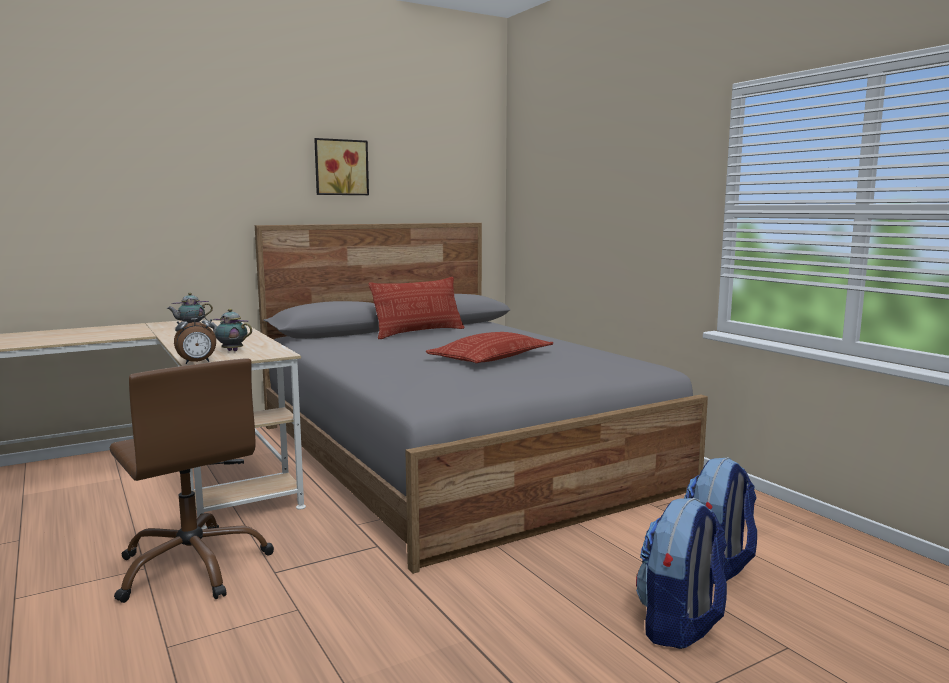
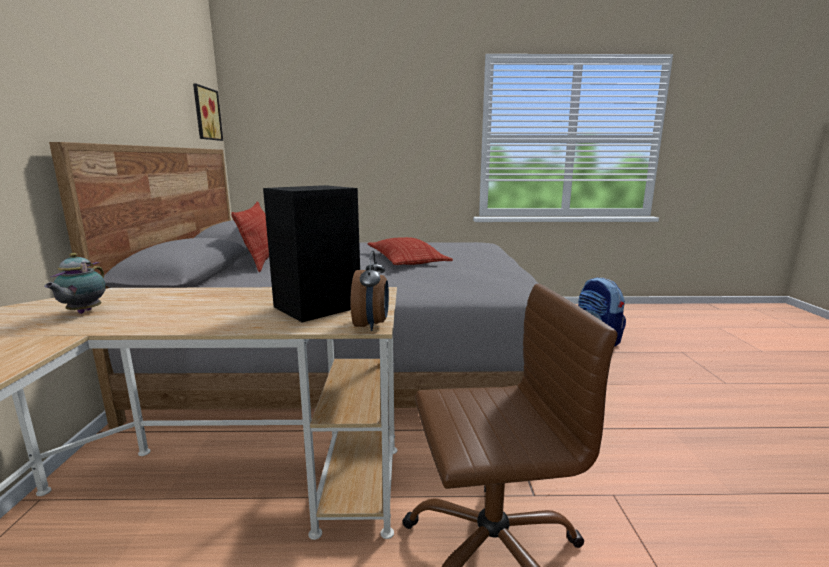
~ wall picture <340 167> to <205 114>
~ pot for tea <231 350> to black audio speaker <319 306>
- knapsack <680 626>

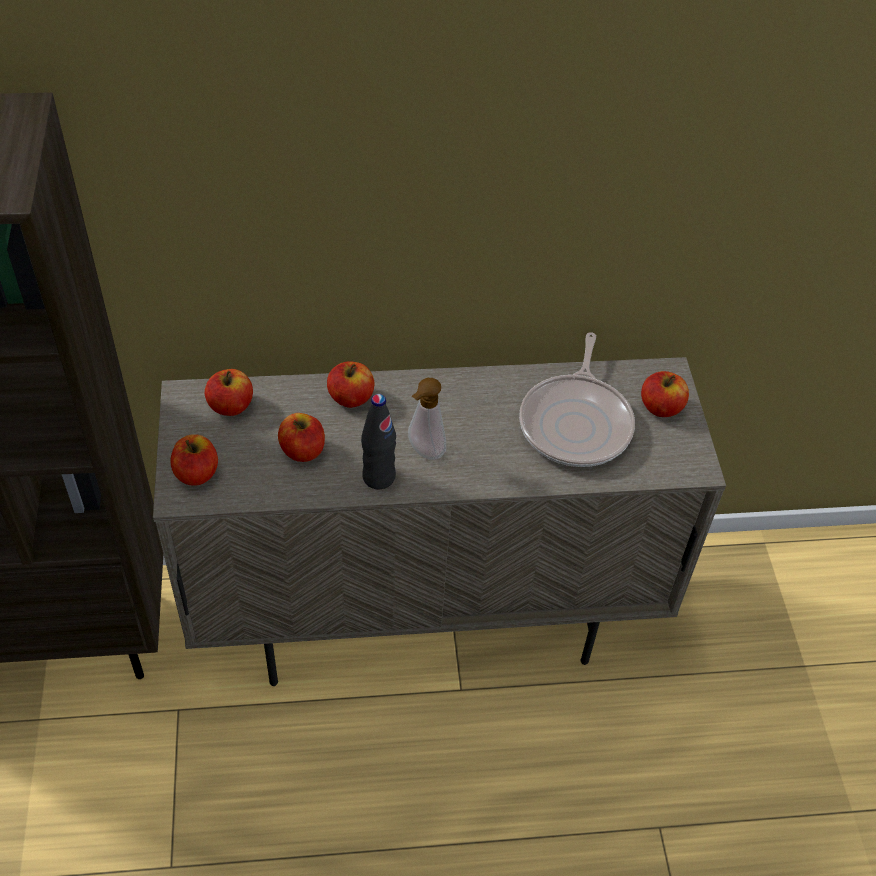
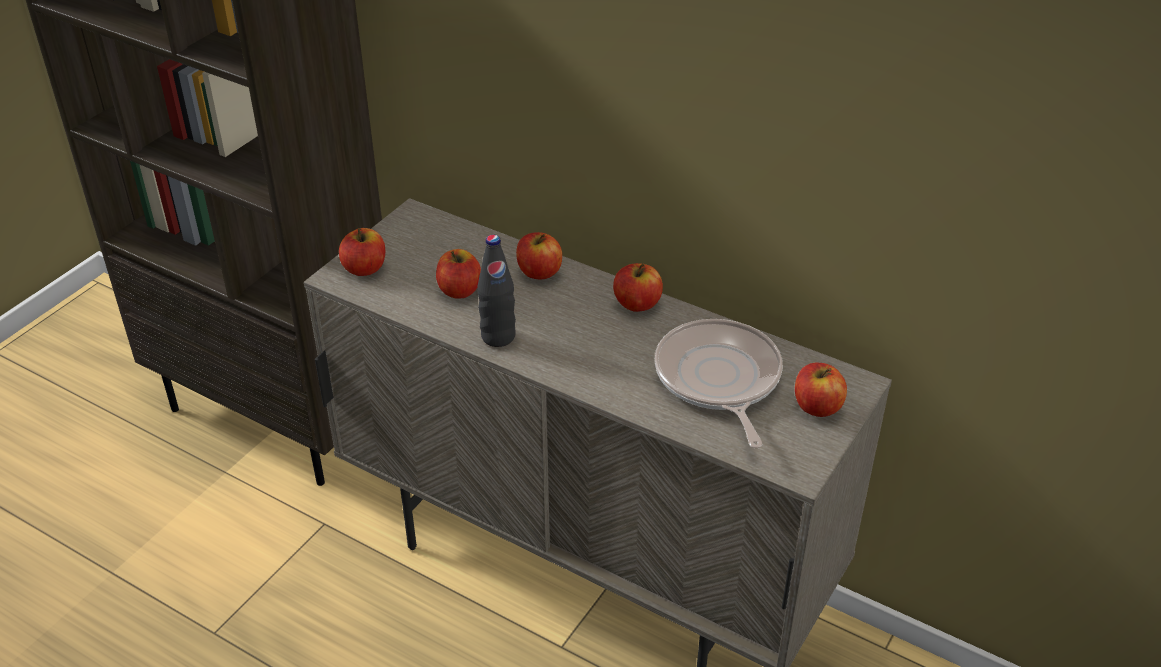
~ whole apple <231 406> to <637 303>
~ pan <577 422> = <718 380> 120 degrees clockwise
- soap bottle <424 452>

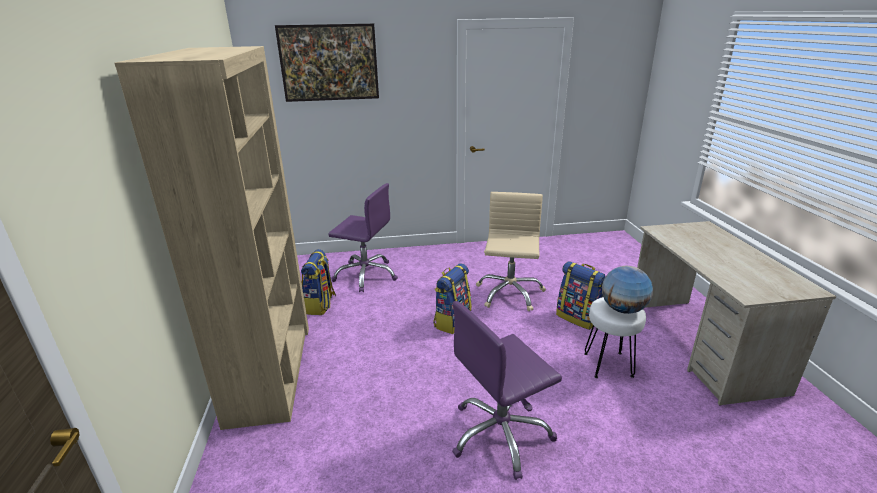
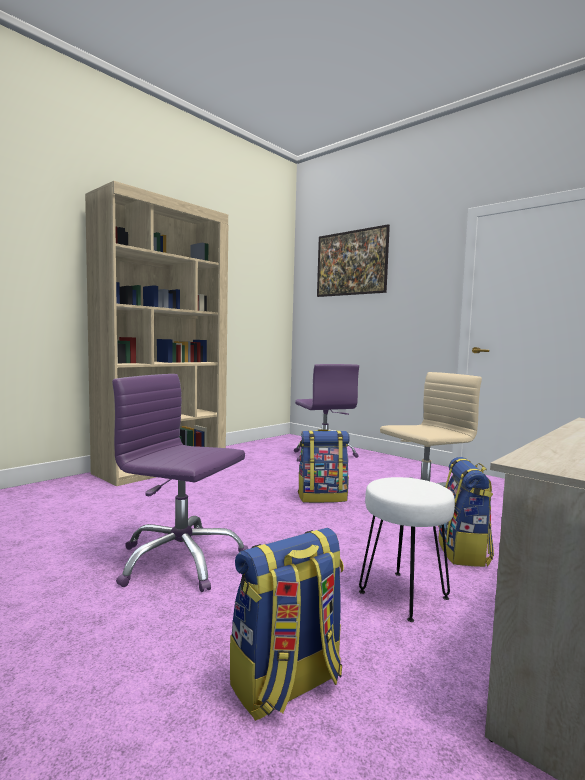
~ knapsack <320 305> to <287 685>
- globe <622 309>

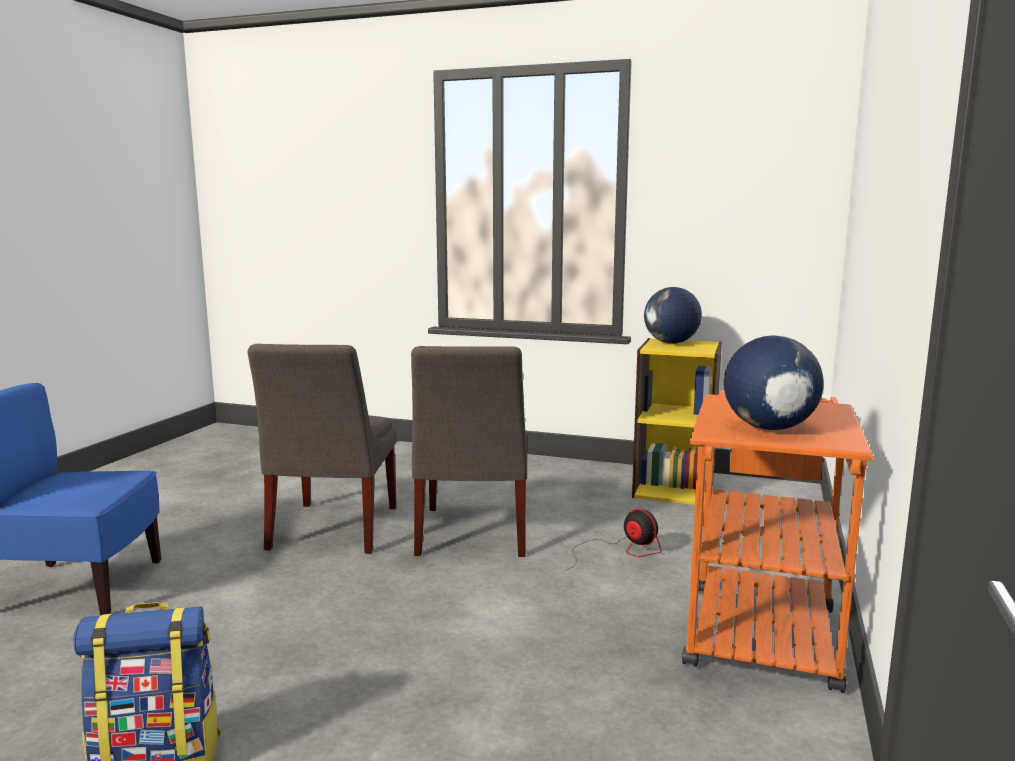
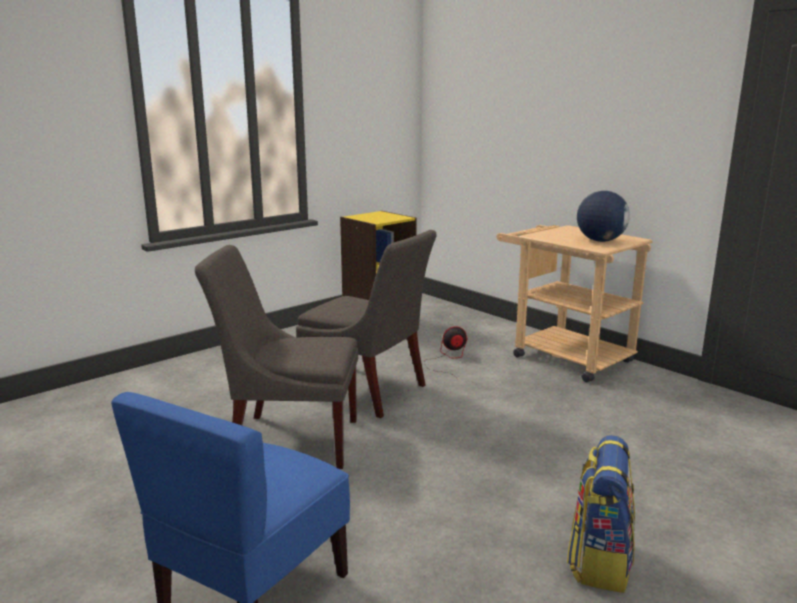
~ grey upright chair <331 530> = <288 440> 150 degrees clockwise
~ orange-coloured cart <761 626> to sand-coloured cart <563 356>
- globe <671 343>

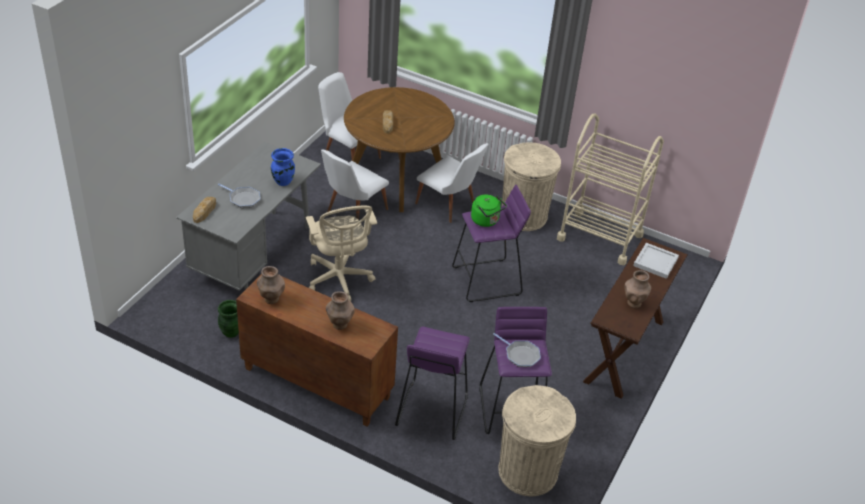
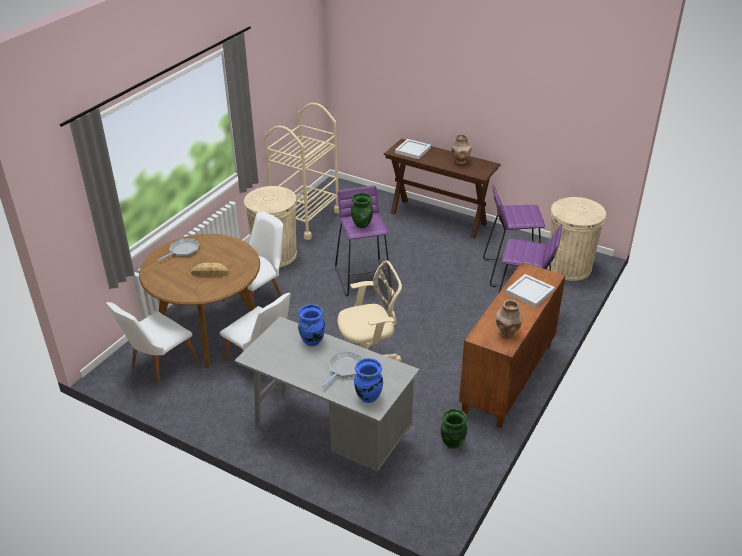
~ pan <520 355> to <183 251>
~ greenish water kettle <486 221> to greenish vase <362 224>
~ bakery bread <205 211> to blue-coloured vase <368 397>
~ brown vase <339 324> to white-coloured carrying tray <529 292>

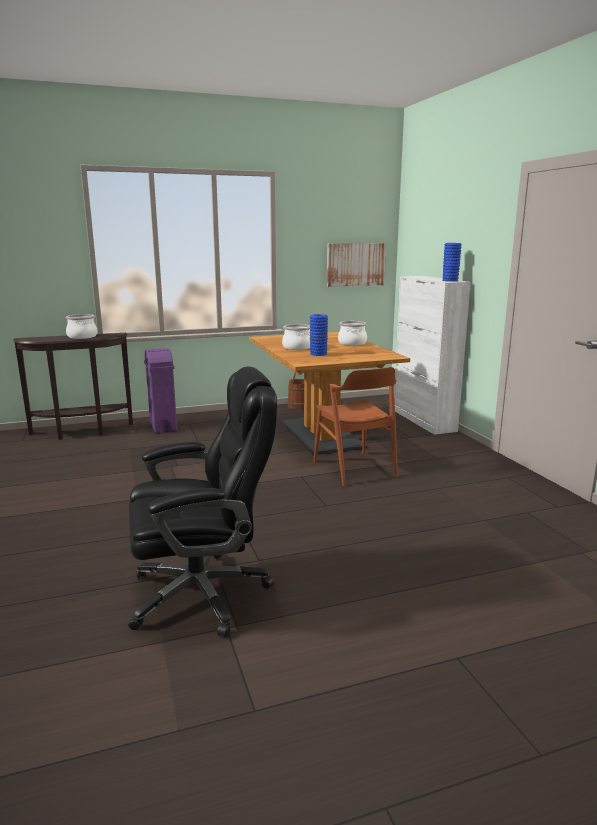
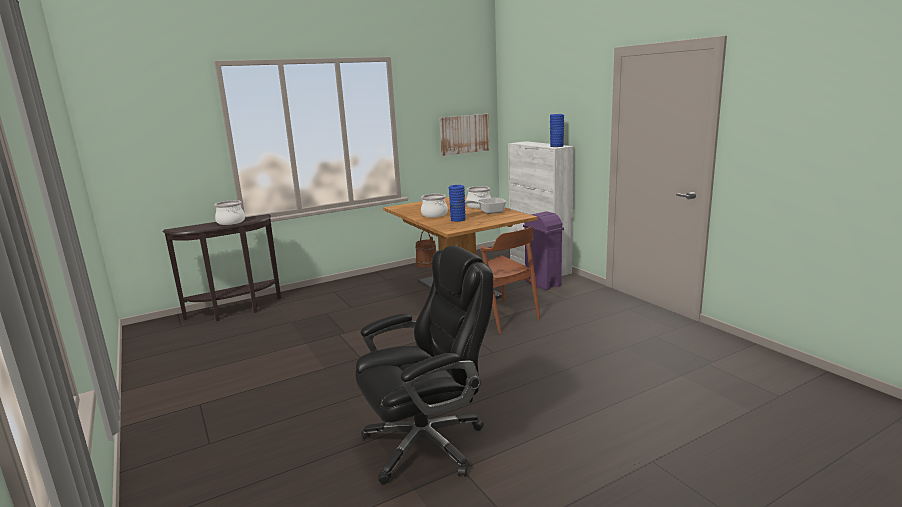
+ pan <488 212>
~ purple-coloured rubbish bin <163 426> to <542 283>

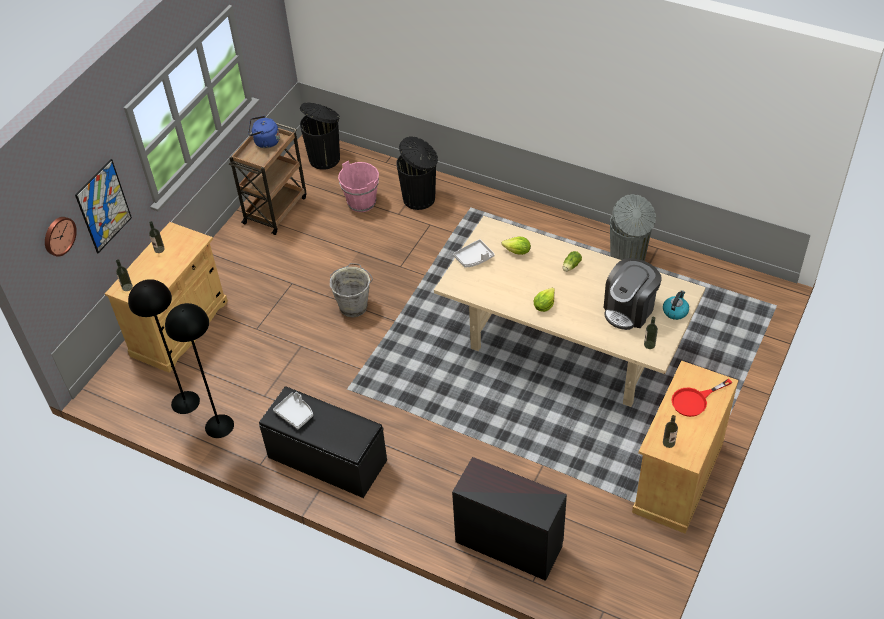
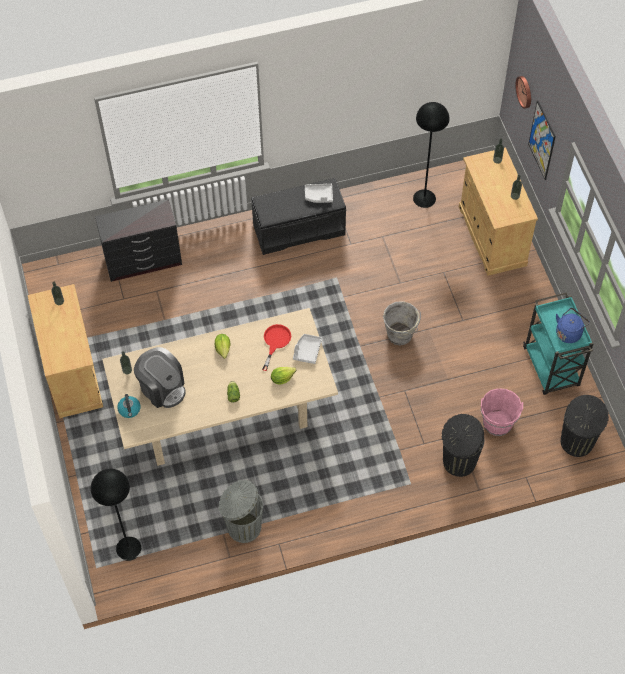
~ black standard lamp <219 426> to <128 548>
~ coffee machine <629 309> = <162 388> 135 degrees clockwise
~ red pan <694 400> to <275 342>
~ brown cart <276 209> to blue-green cart <551 368>

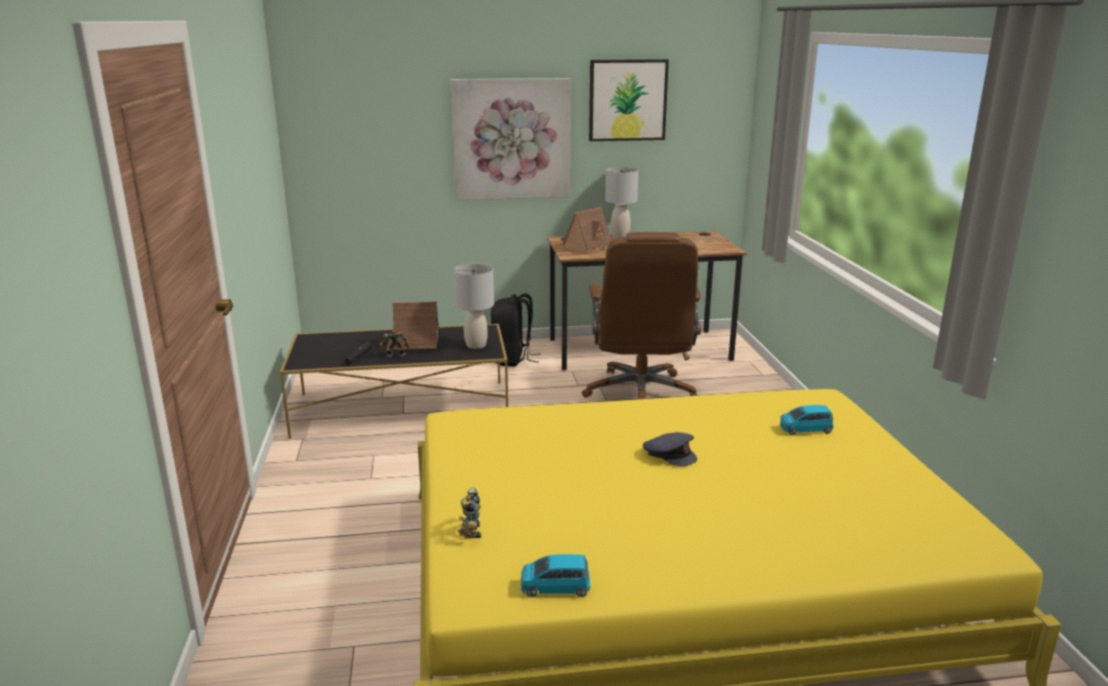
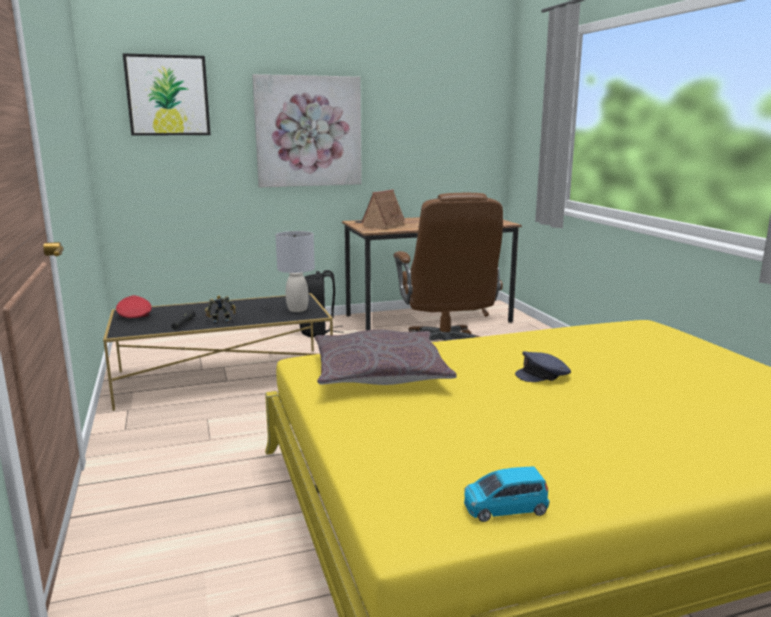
+ red cap <134 316>
~ wall picture <627 100> to <168 95>
+ grey throw pillow <379 373>
~ grey cap <670 454> = <543 375> 135 degrees clockwise
- miniature house <413 343>
- model robot <469 531>
- grey lamp for a table <620 236>
- blue-coloured miniature car <805 429>

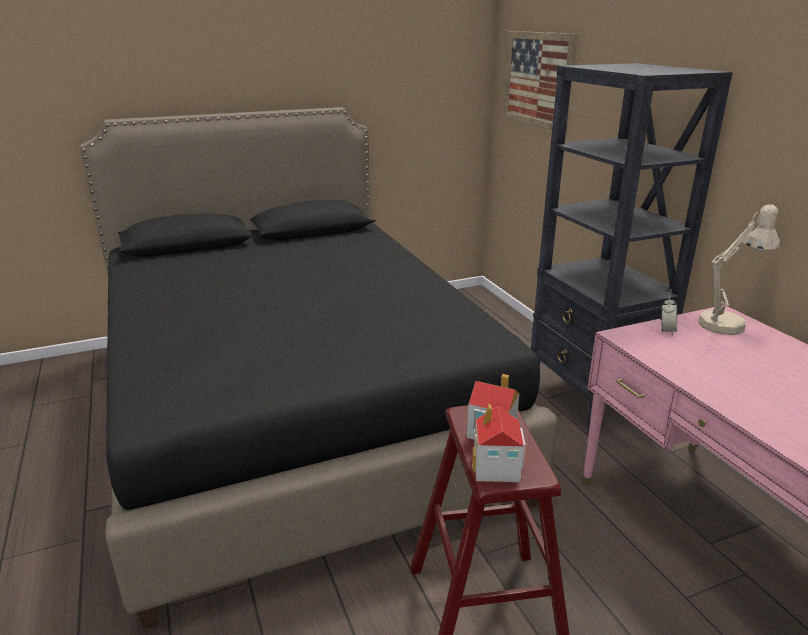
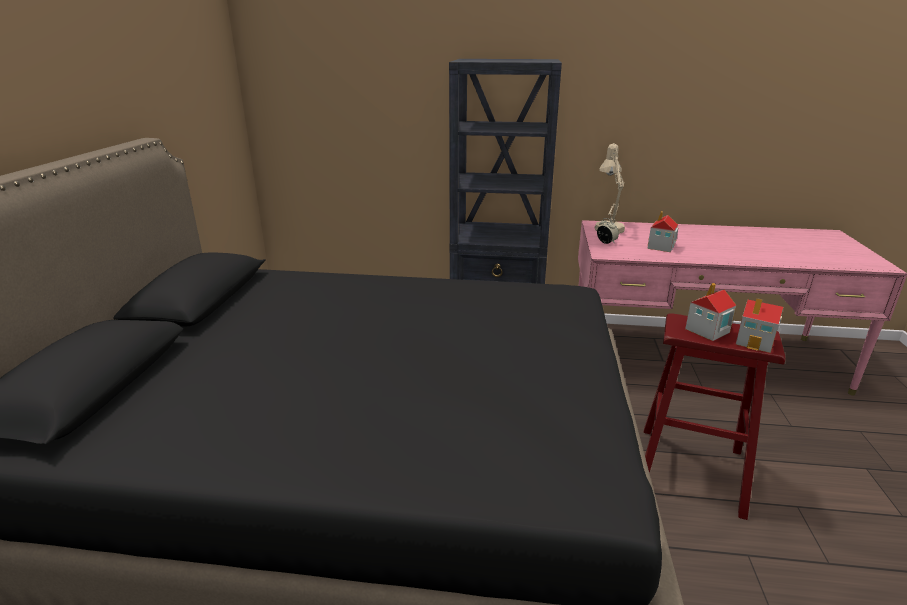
+ miniature house <660 247>
- wall picture <538 79>

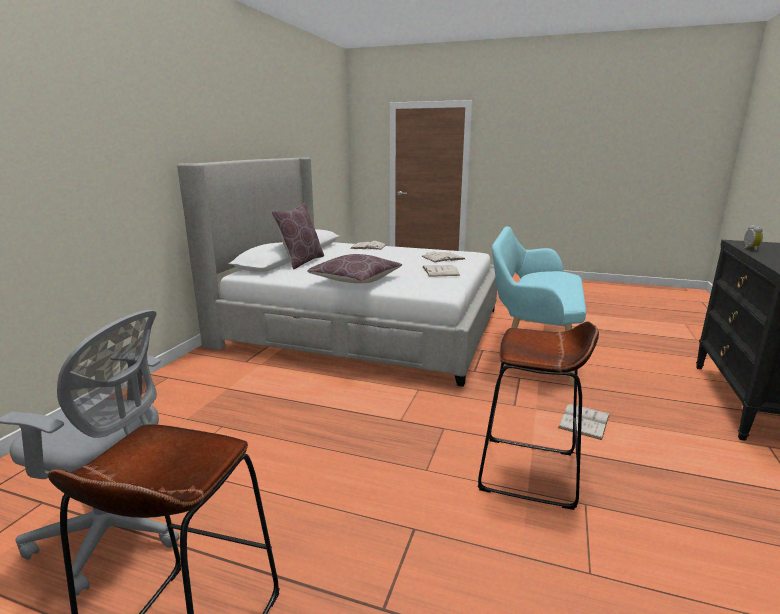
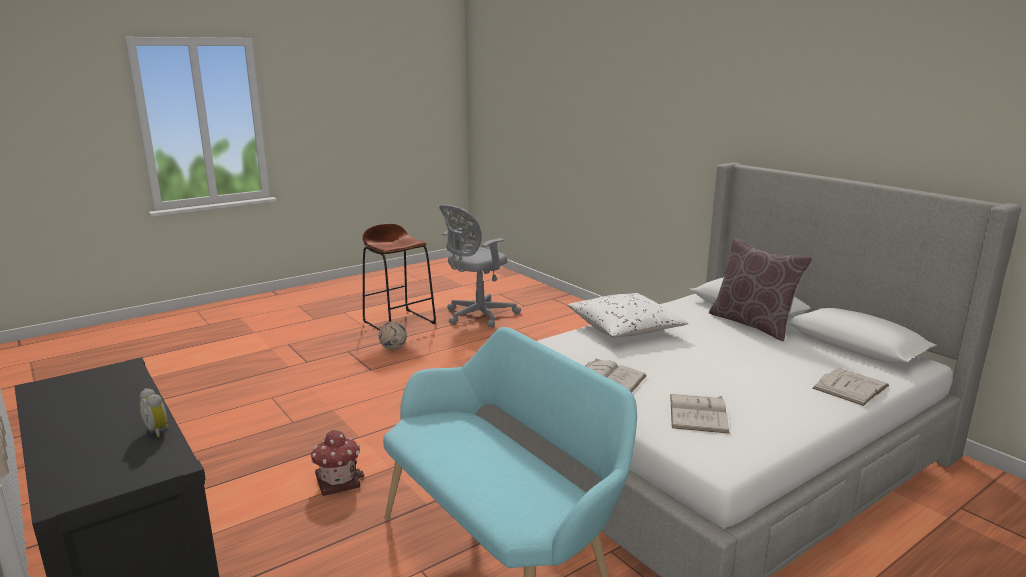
~ white-coloured book <584 421> to miniature house <338 480>
+ football <393 348>
~ brown throw pillow <356 280> to white-coloured throw pillow <625 329>
- brown stool <528 471>

